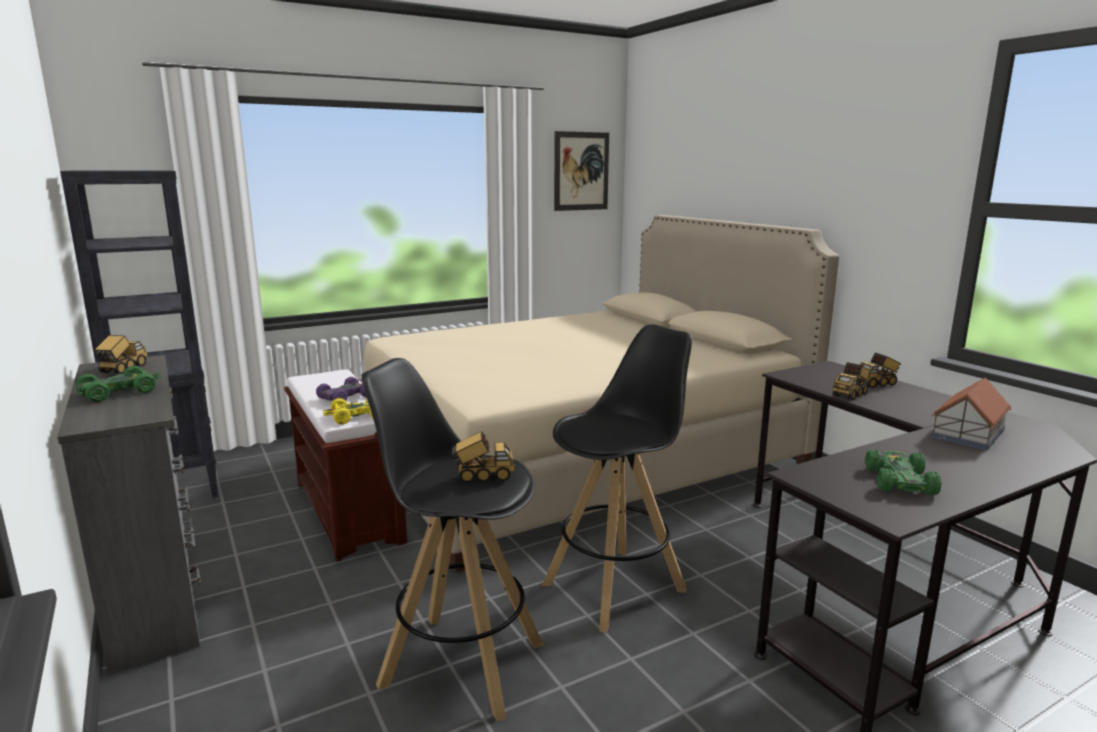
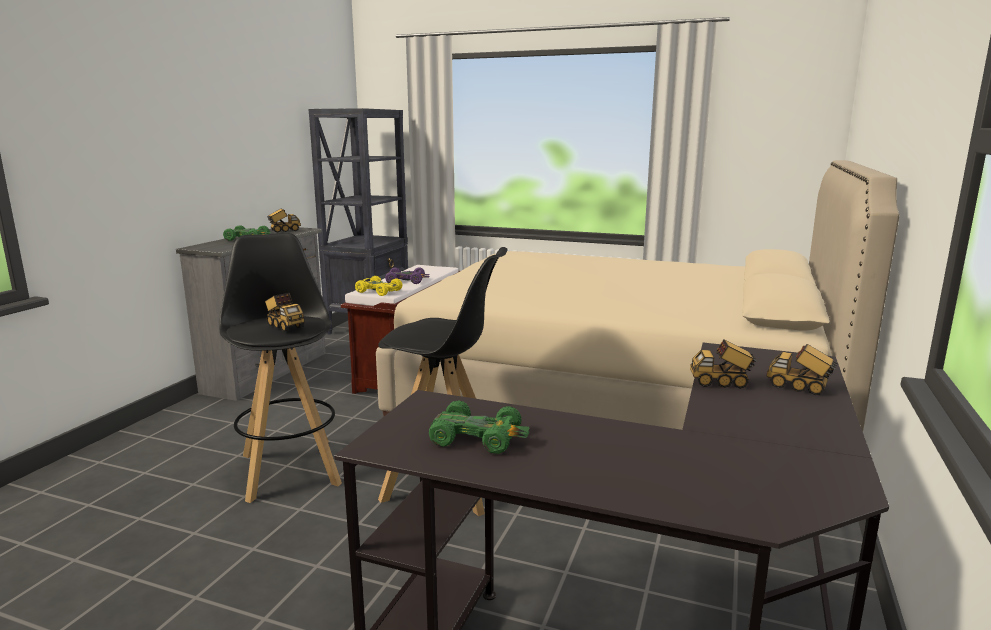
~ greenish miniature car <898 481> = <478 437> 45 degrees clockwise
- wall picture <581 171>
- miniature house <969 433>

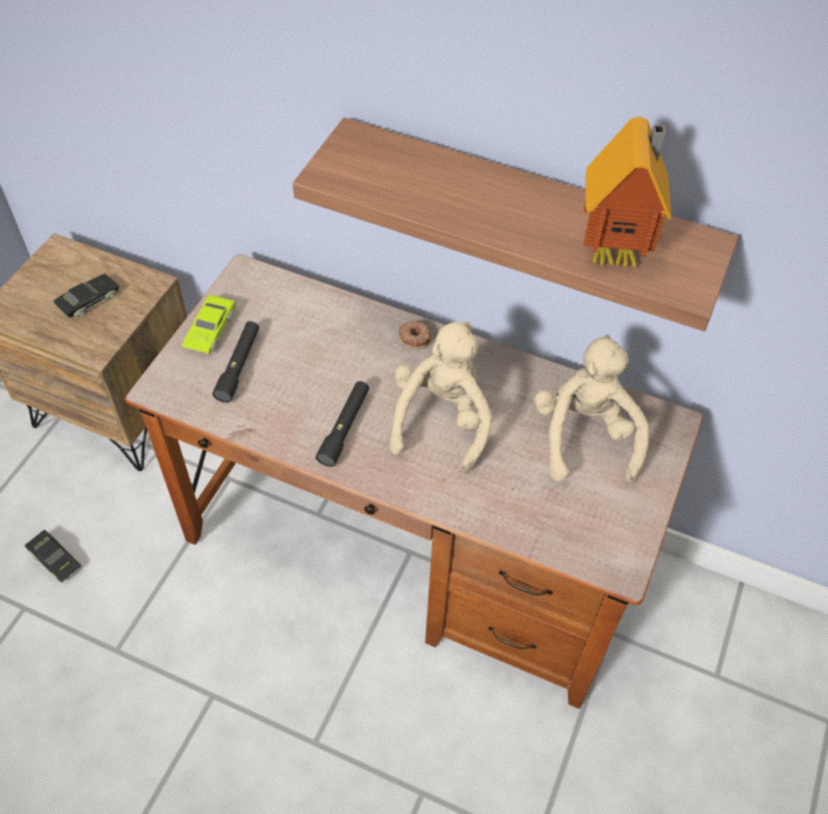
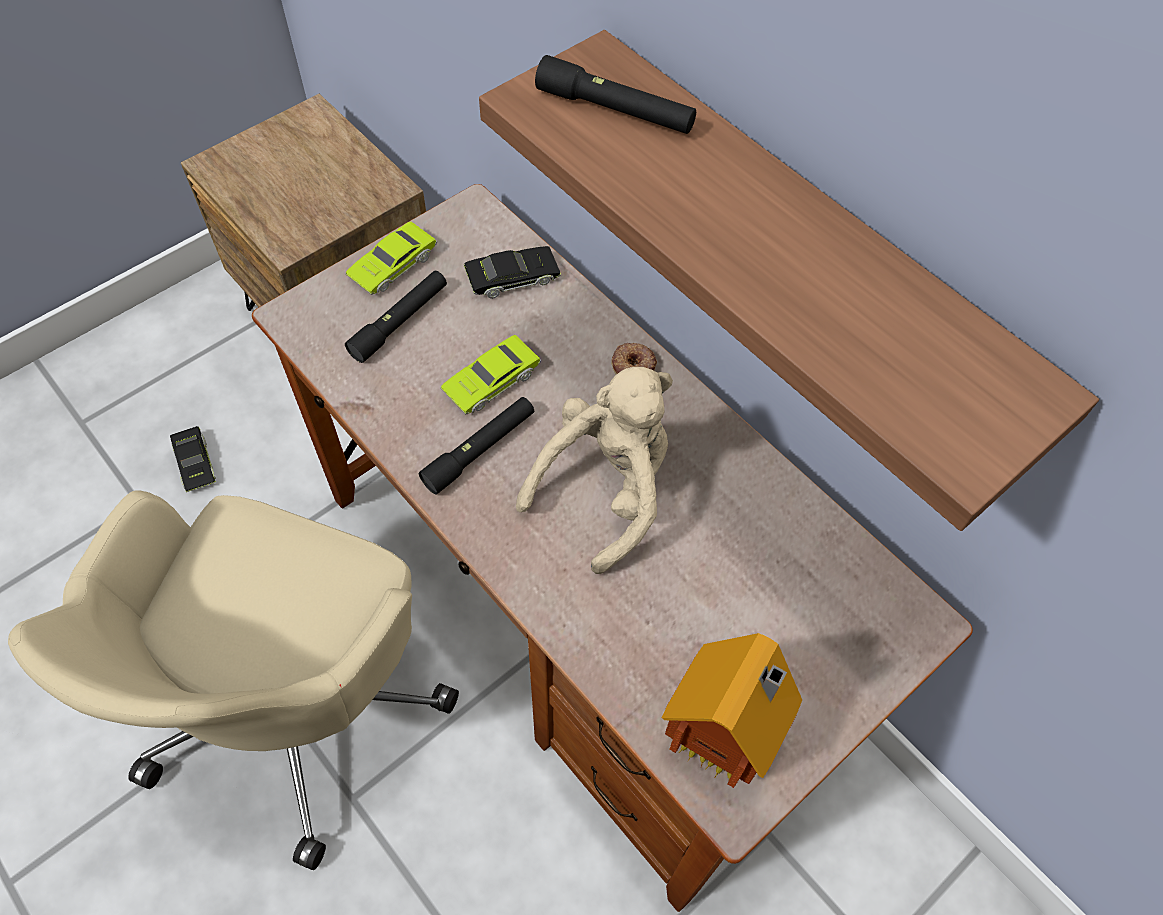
+ sand-coloured desk chair <299 702>
+ greenish miniature car <491 381>
~ black miniature car <88 300> to <512 277>
+ black flashlight <615 110>
~ miniature house <616 253> to <722 742>
- sand-coloured cuddly toy <585 436>

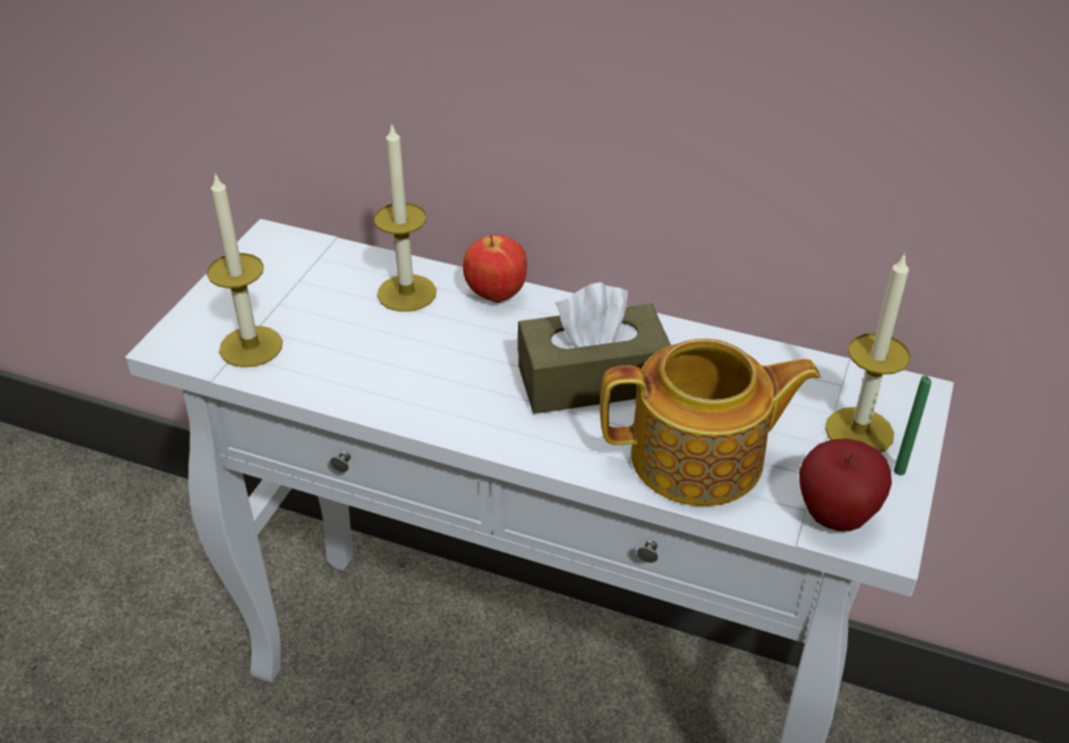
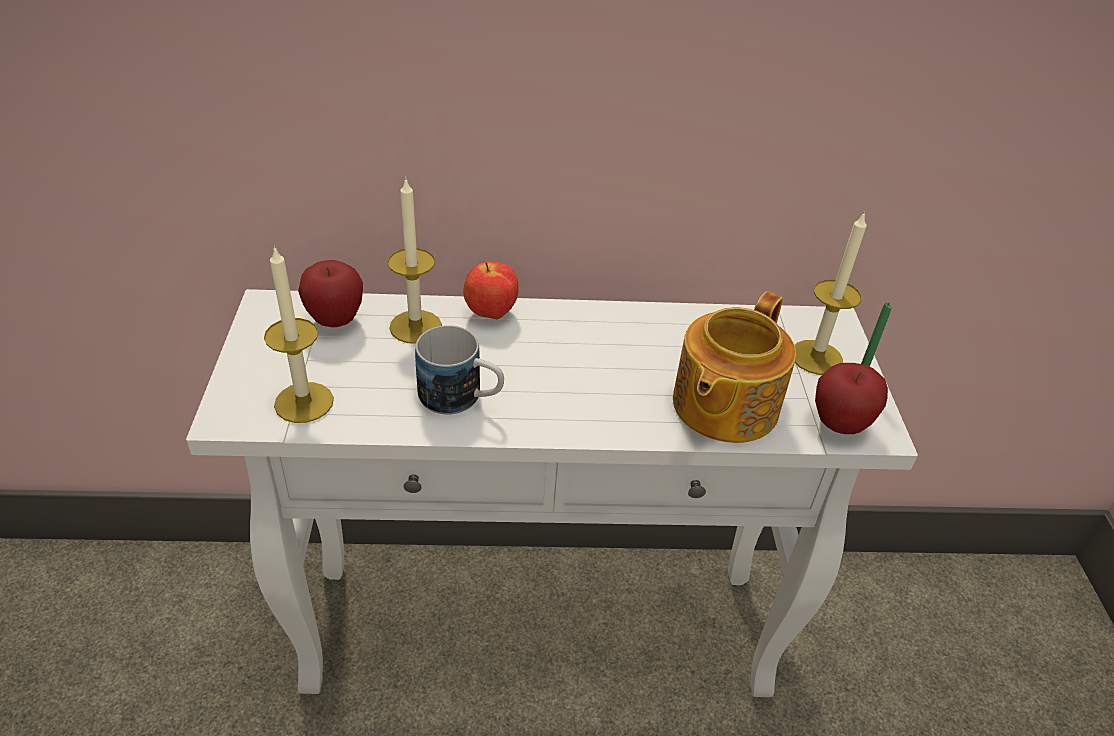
+ whole apple <335 320>
+ mug <462 399>
~ pot for tea <700 459> = <722 406> 150 degrees clockwise
- brown tissue box <592 380>

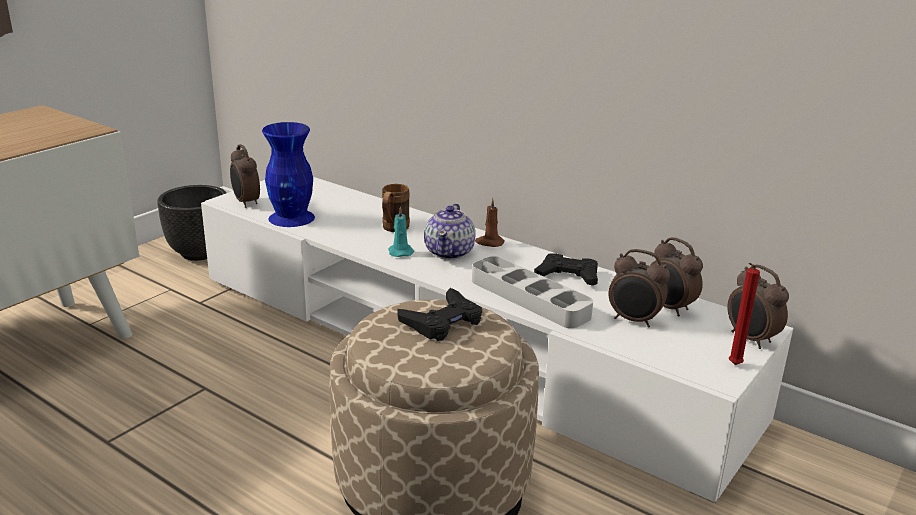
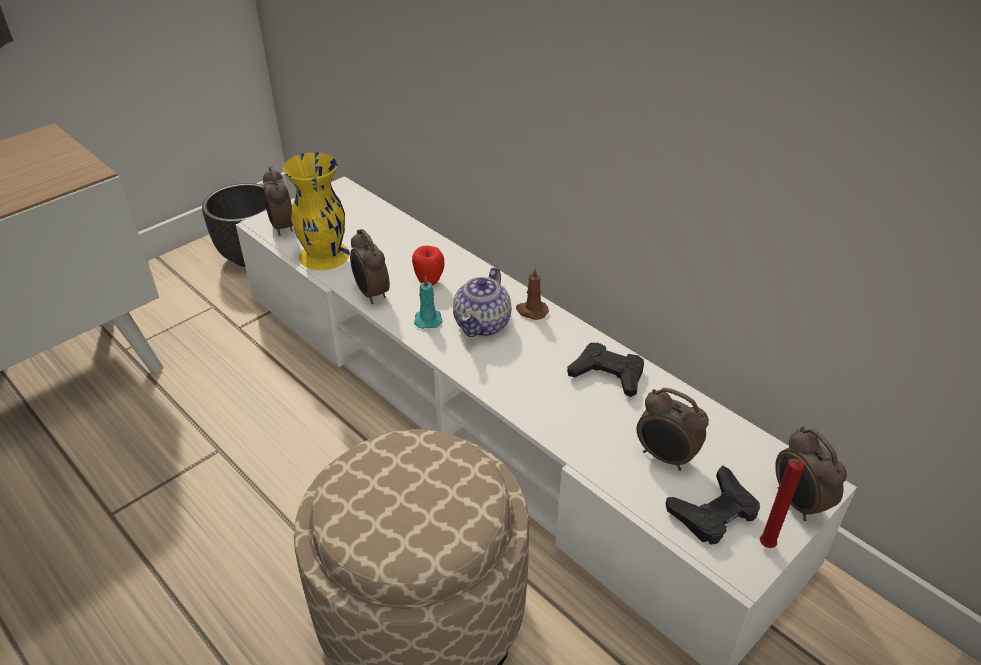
~ blue-coloured vase <292 218> to yellow-coloured vase <324 256>
~ alarm clock <669 308> to <371 294>
~ brown mug <393 229> to whole apple <429 281>
~ black gamepad <442 322> to <714 512>
- grey carrying tray <529 298>

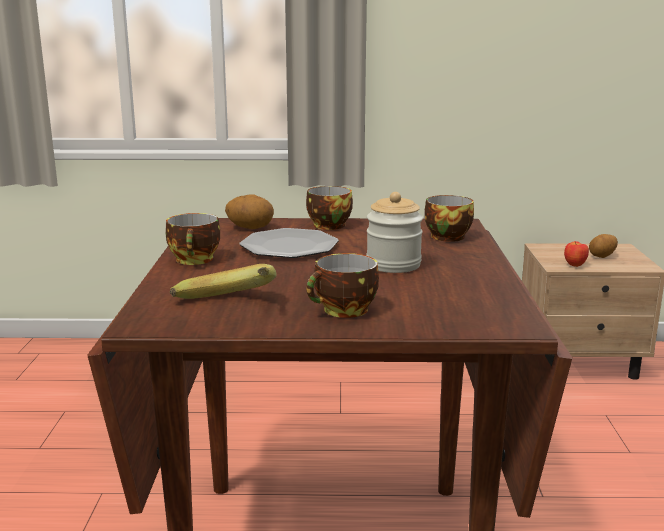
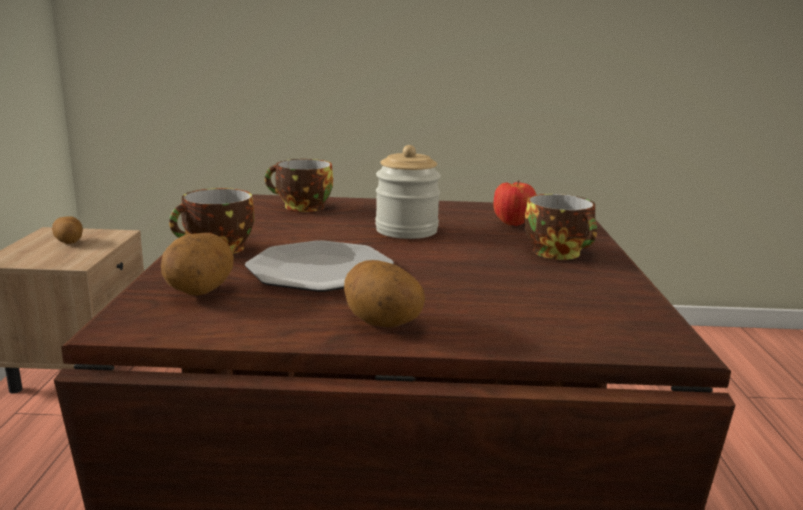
~ drinking cup <196 260> to spud <381 325>
~ whole apple <575 266> to <513 224>
- banana fruit <227 306>

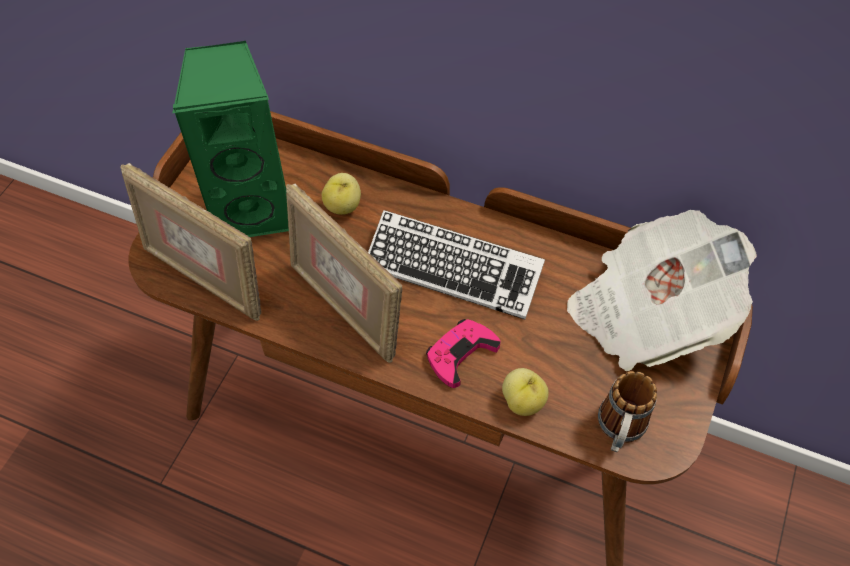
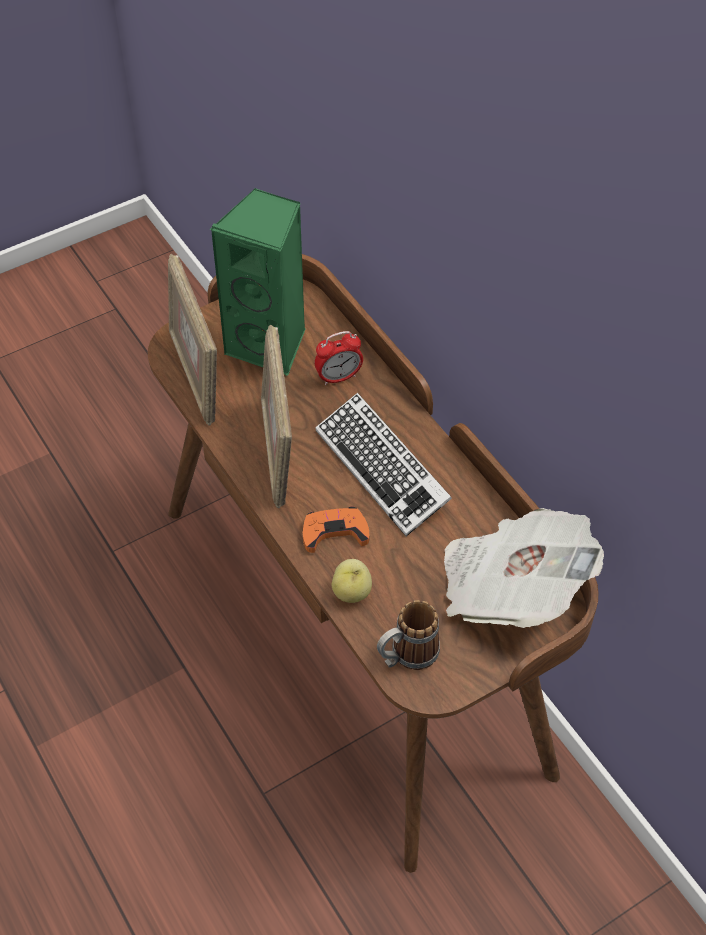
~ pink-coloured gamepad <460 354> to orange-coloured gamepad <334 532>
~ whole apple <343 206> to alarm clock <338 377>

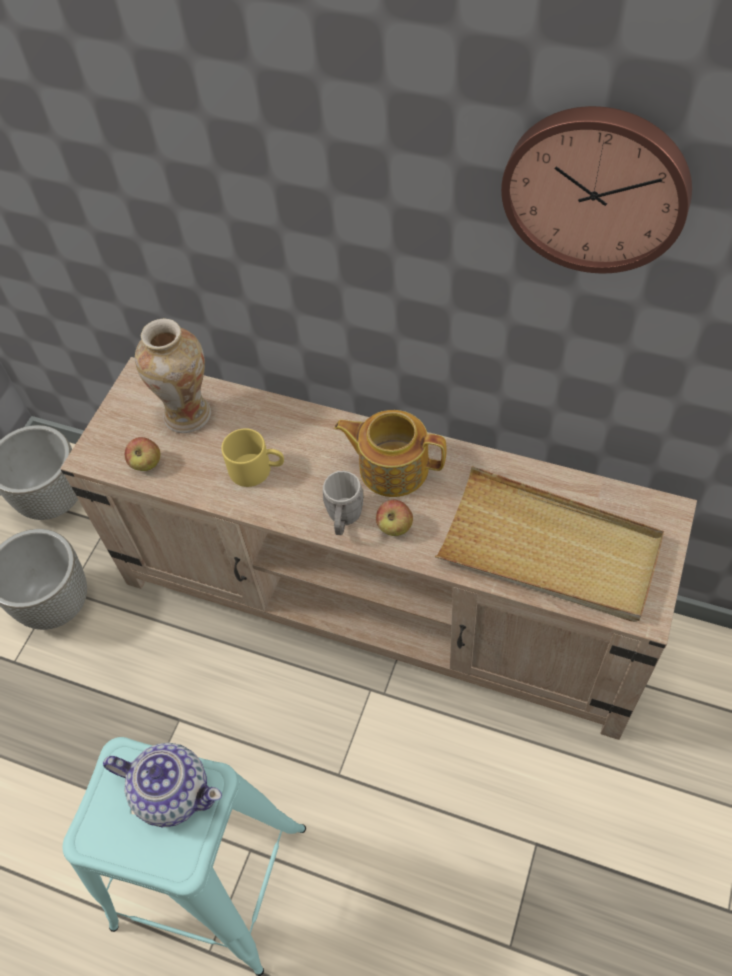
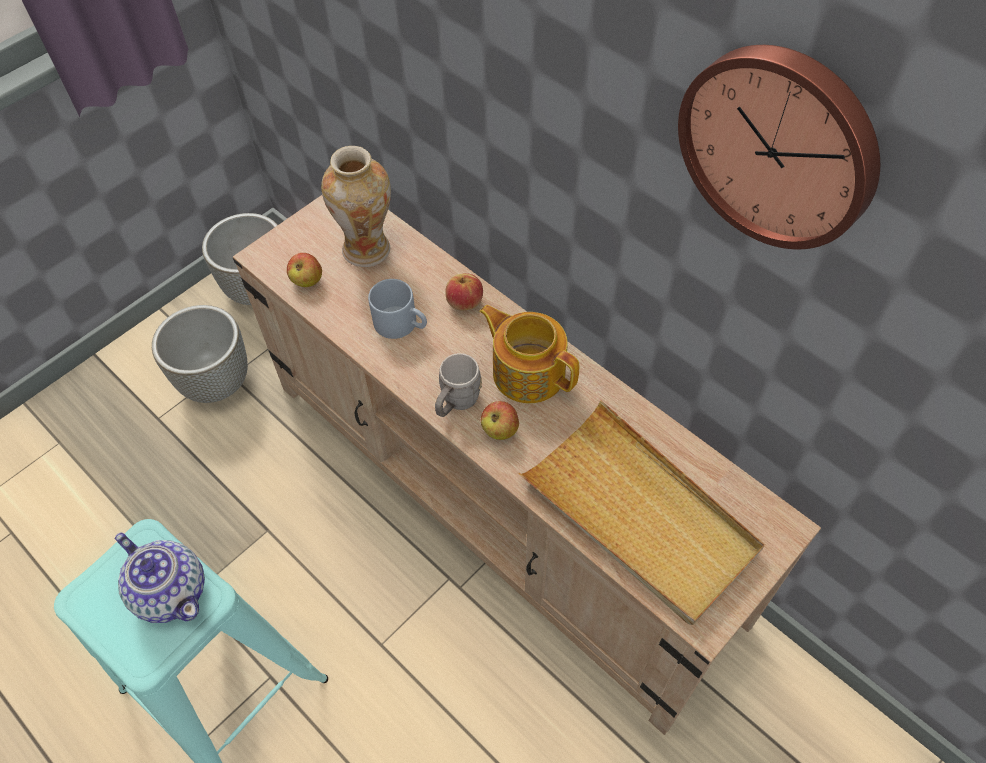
~ yellow-coloured mug <257 469> to grey mug <402 324>
+ whole apple <464 302>

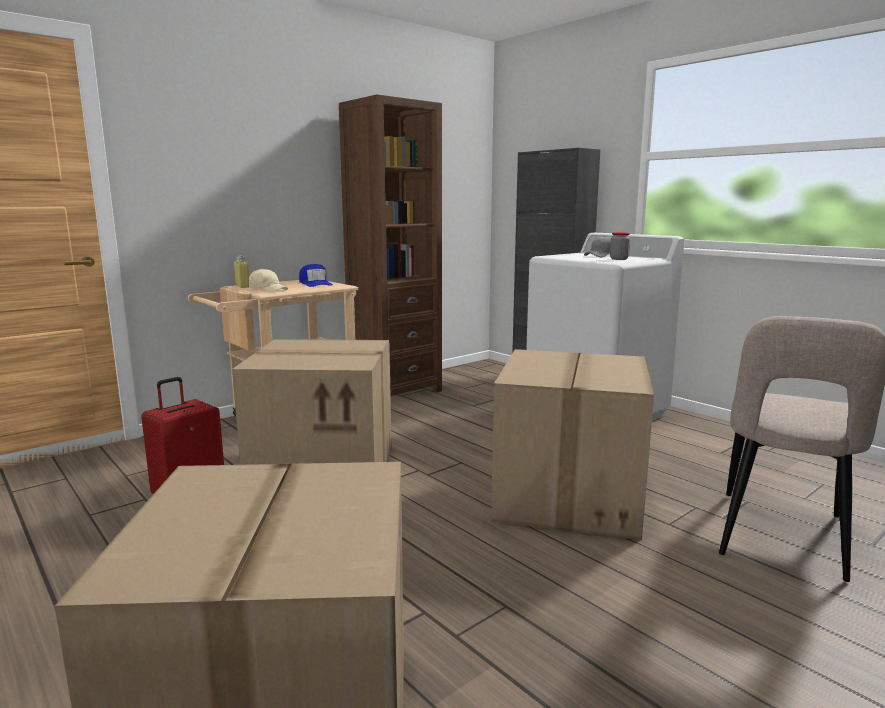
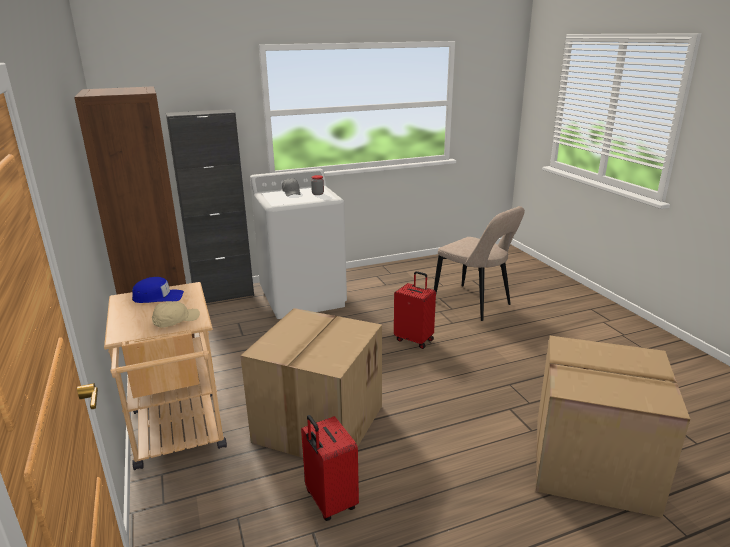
~ cardboard box <570 498> to red suitcase <414 339>
- yellow-coloured bottle <242 286>

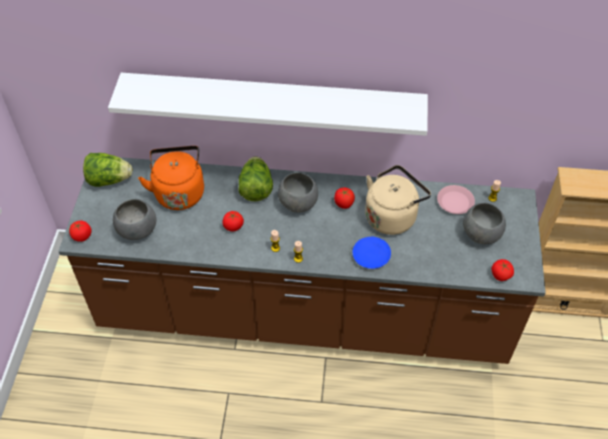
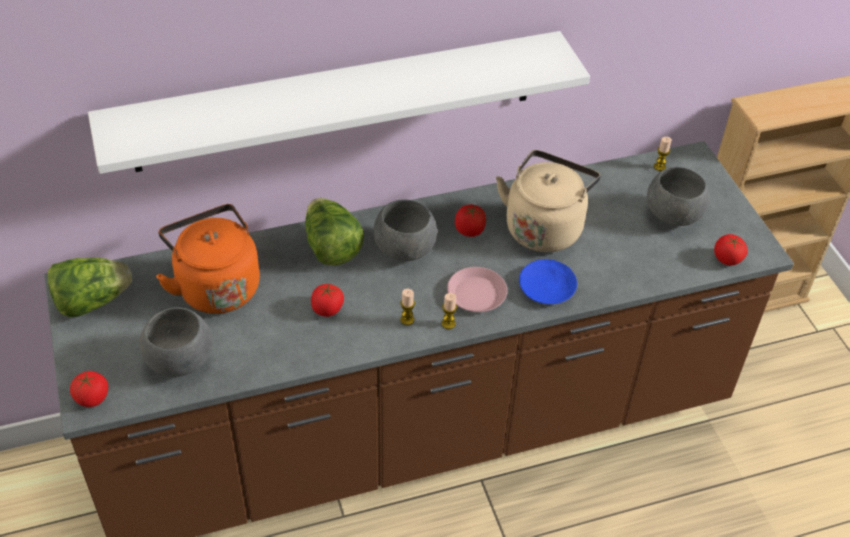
~ pink-coloured flat dish <455 202> to <476 293>

